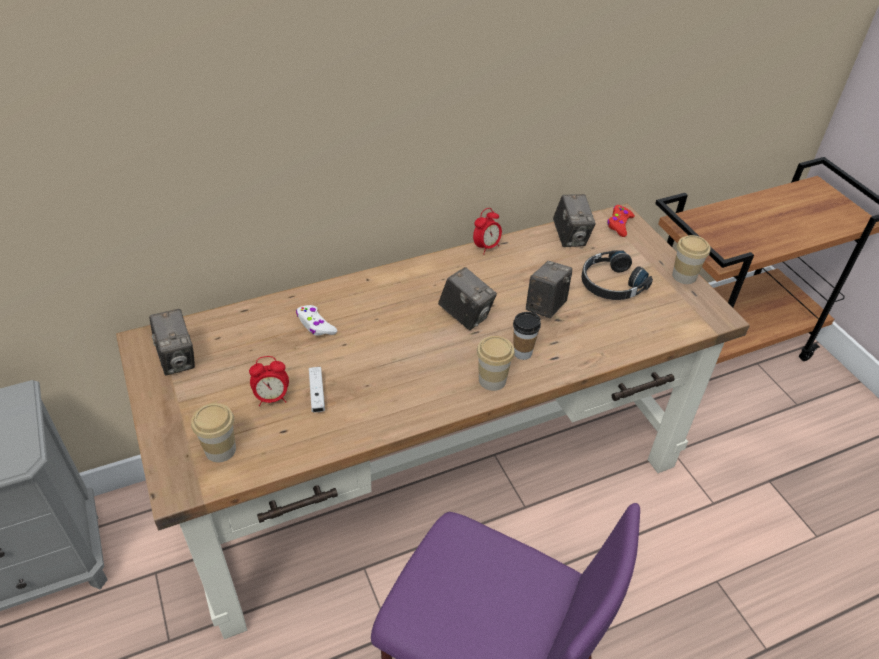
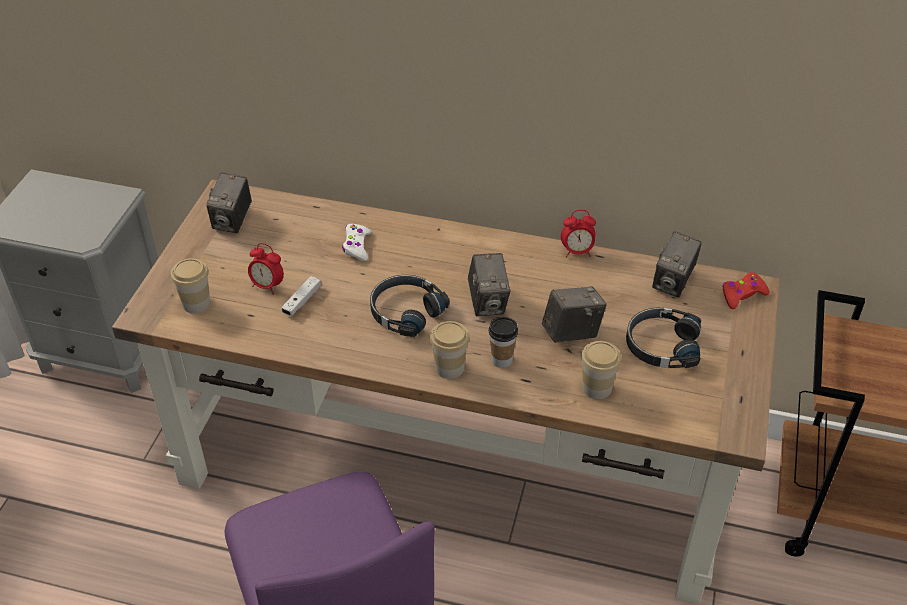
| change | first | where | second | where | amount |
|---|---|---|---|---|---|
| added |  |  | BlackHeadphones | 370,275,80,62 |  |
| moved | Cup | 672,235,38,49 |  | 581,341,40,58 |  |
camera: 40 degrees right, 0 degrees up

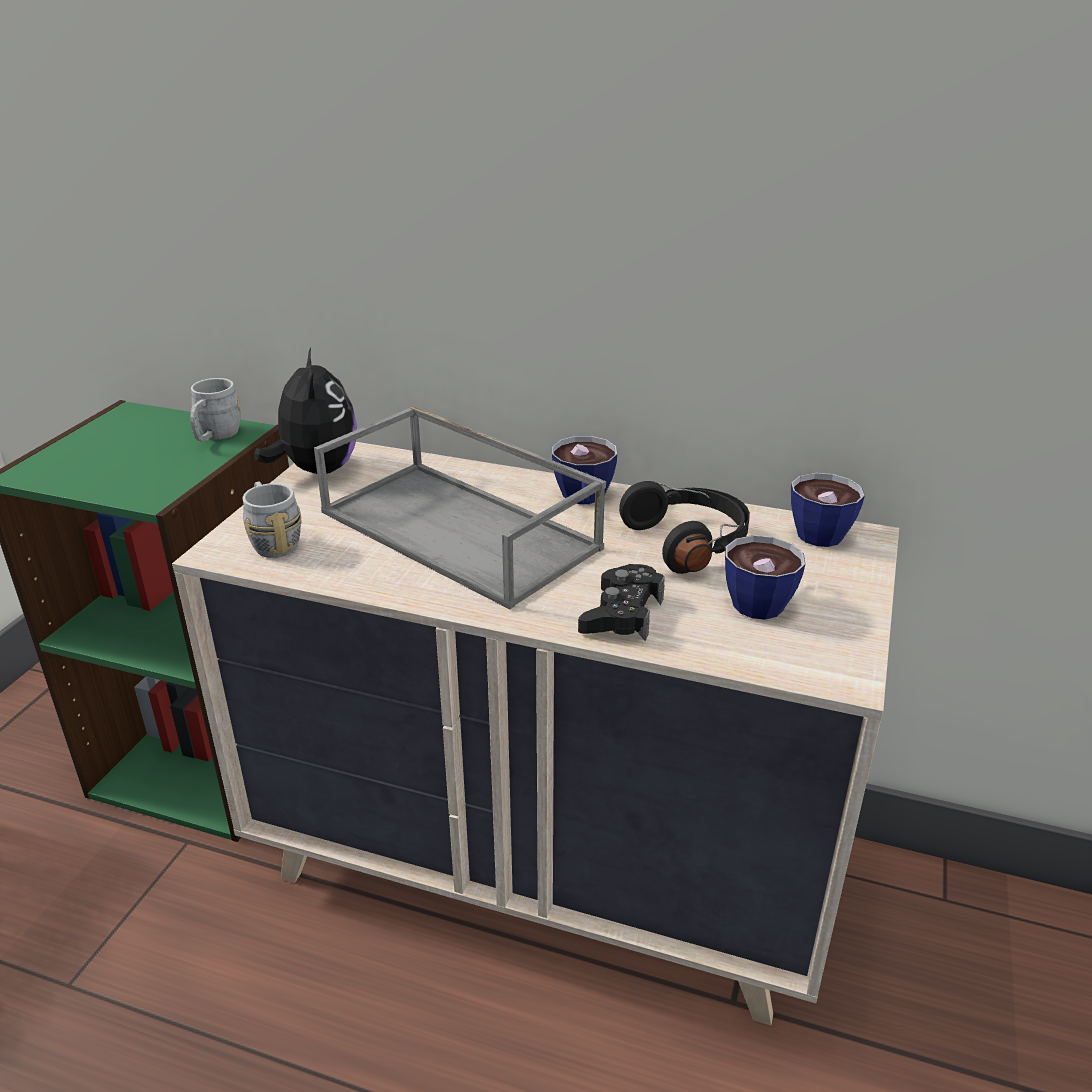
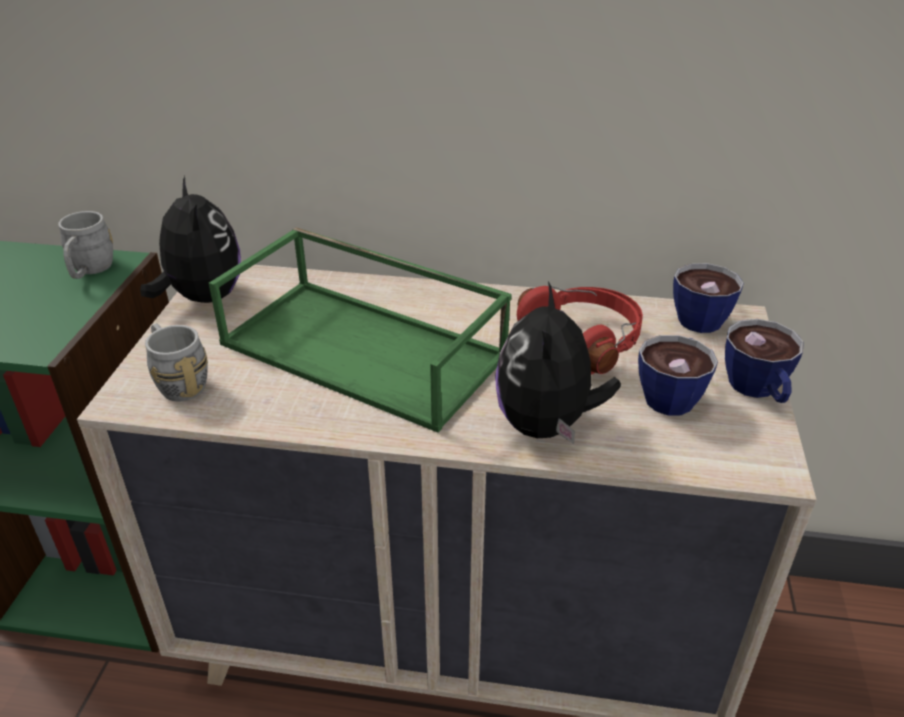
| change | first | where | second | where | amount |
|---|---|---|---|---|---|
| recoloured | GreyTray | 314,406,292,203 | GreenTray | 209,227,303,206 |  |
| replaced | BlackGameController | 578,564,87,77 | PlushToy | 495,281,126,163 |  |
| recoloured | BlackHeadphones | 619,481,131,93 | RedHeadphones | 517,286,126,88 |  |
| moved | Cup | 552,436,66,68 |  | 725,319,79,84 |  |
camera: 10 degrees left, 5 degrees up

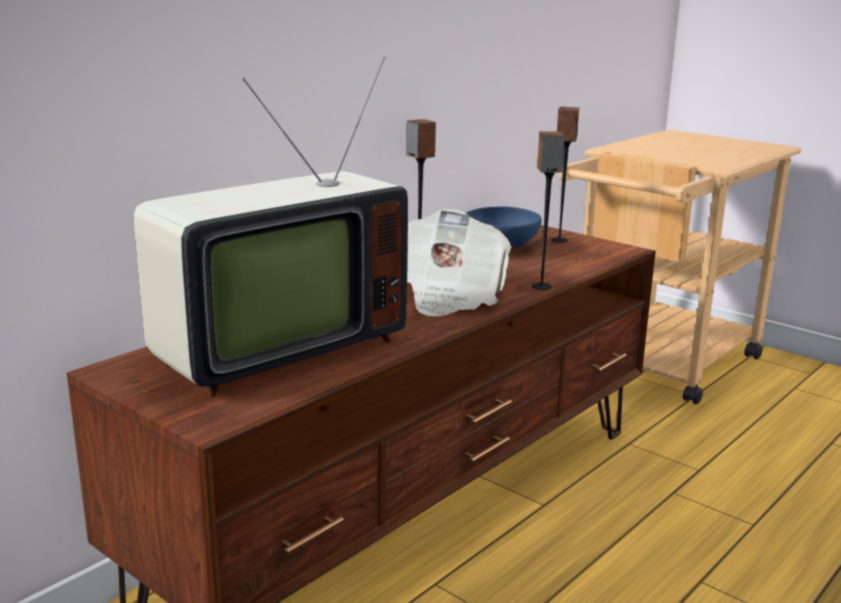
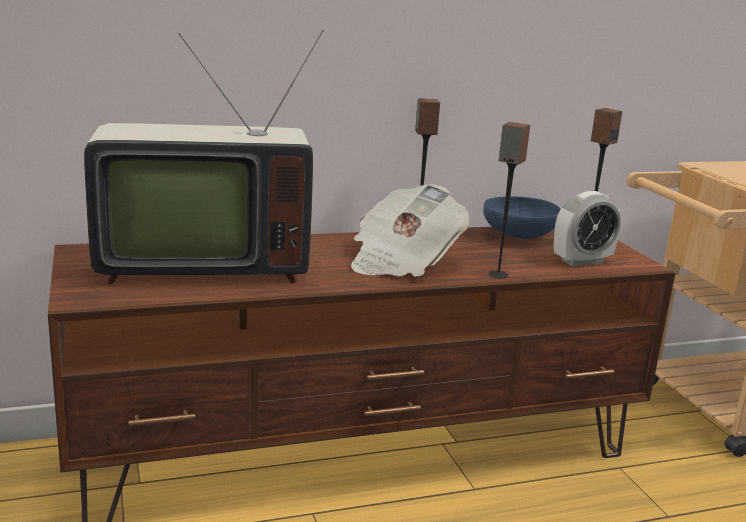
| change | first | where | second | where | amount |
|---|---|---|---|---|---|
| added |  |  | AlarmClock | 554,191,68,76 |  |
camera: 30 degrees right, 0 degrees up

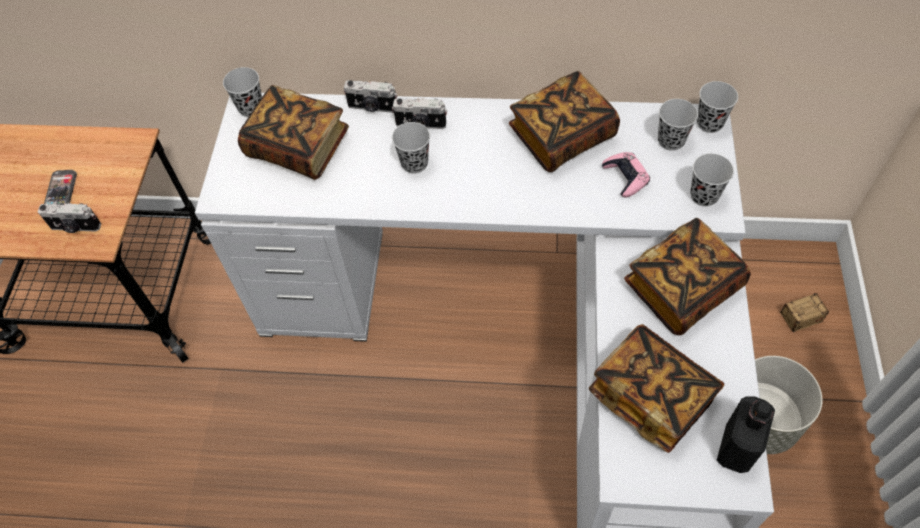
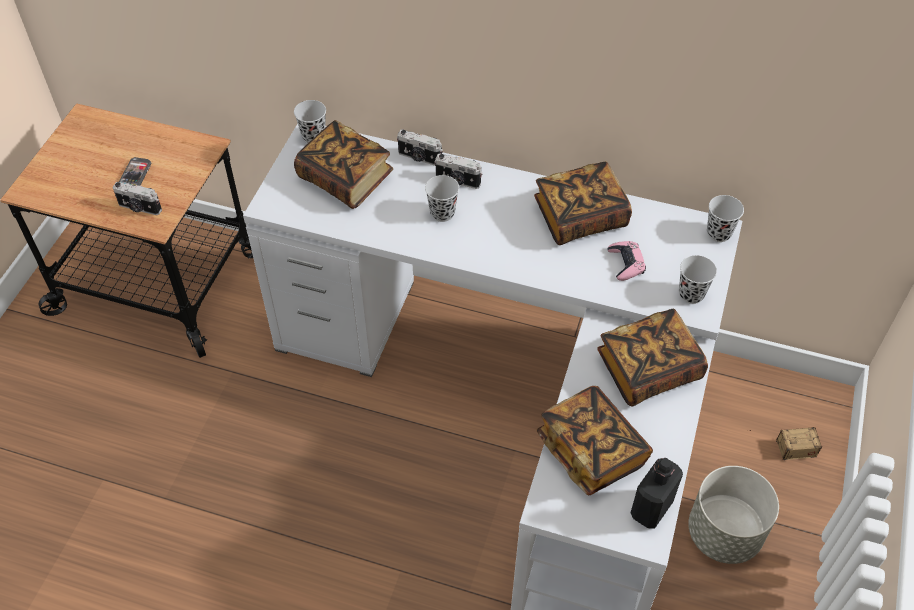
| change | first | where | second | where | amount |
|---|---|---|---|---|---|
| removed | BlackCup | 658,99,40,52 |  |  |  |
camera: 10 degrees right, 5 degrees down

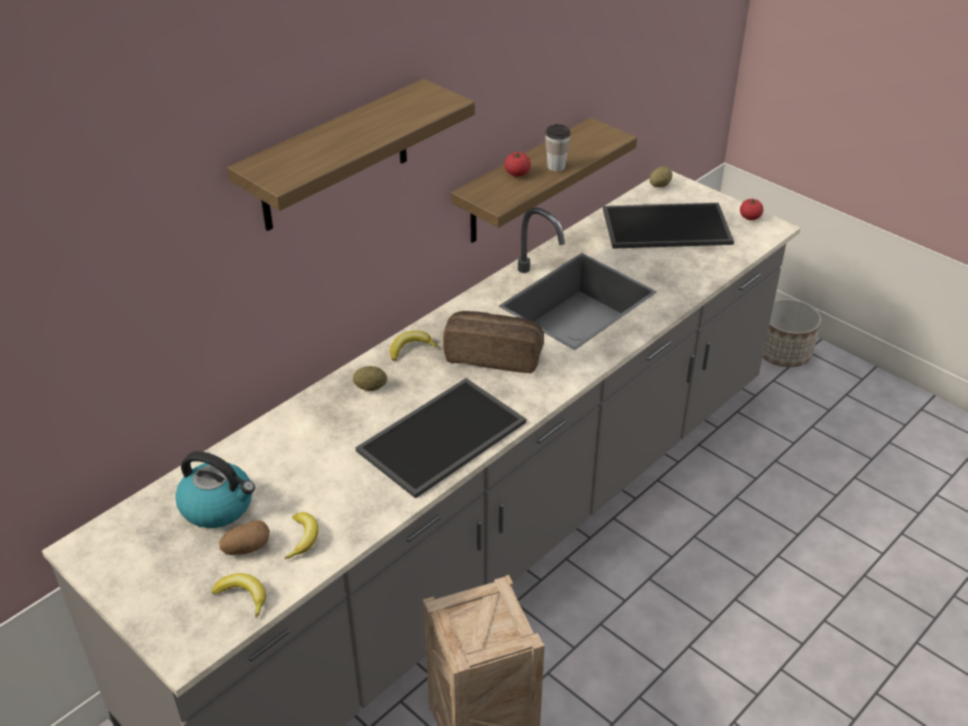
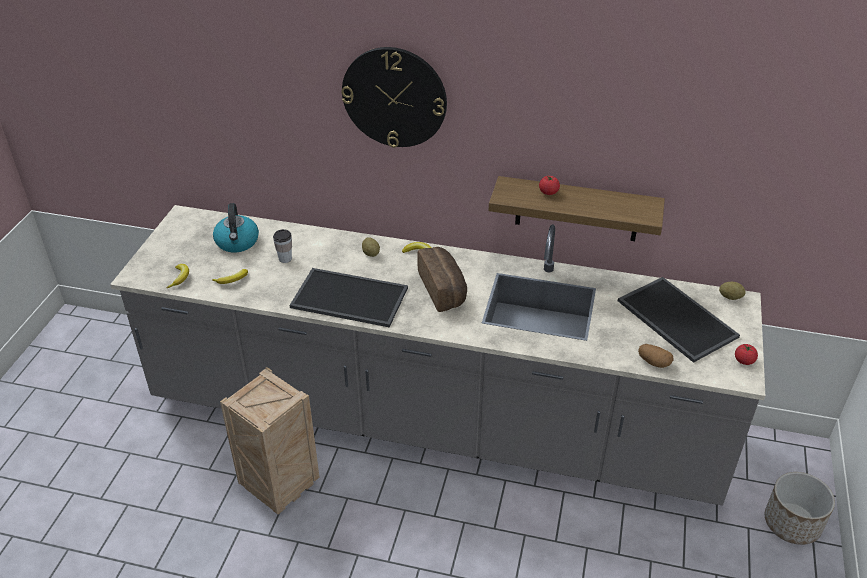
| change | first | where | second | where | amount |
|---|---|---|---|---|---|
| moved | Cup | 545,124,26,47 |  | 273,229,19,34 |  |
| replaced | Shelf | 227,79,248,152 | WallClock | 341,47,106,101 |  |
| moved | Potato | 219,520,51,35 |  | 638,344,36,24 |  |
camera: 60 degrees right, 0 degrees up

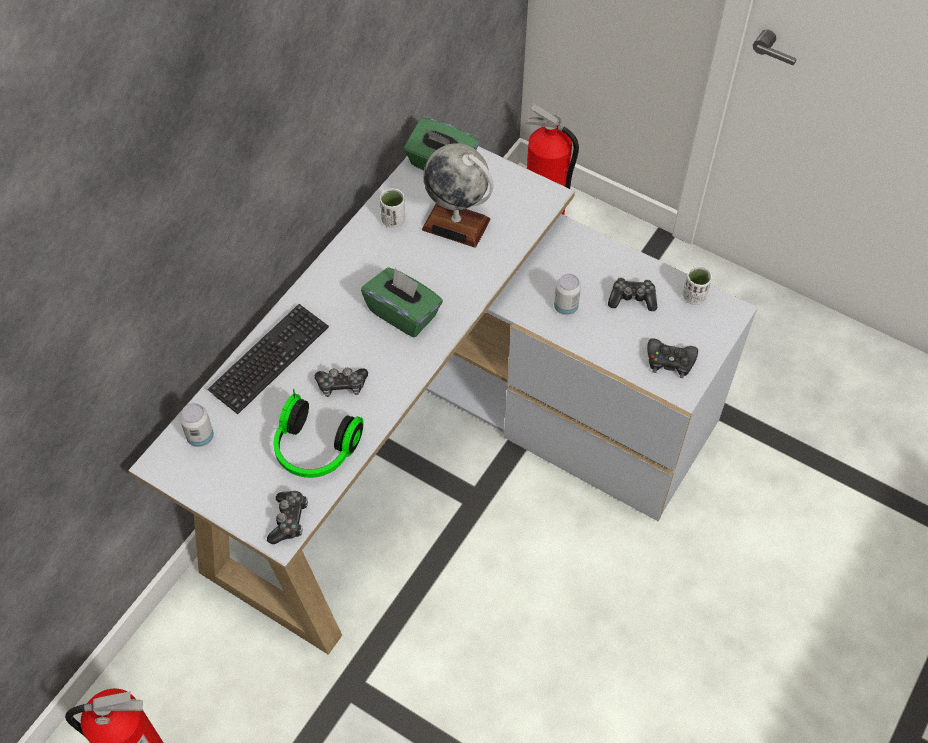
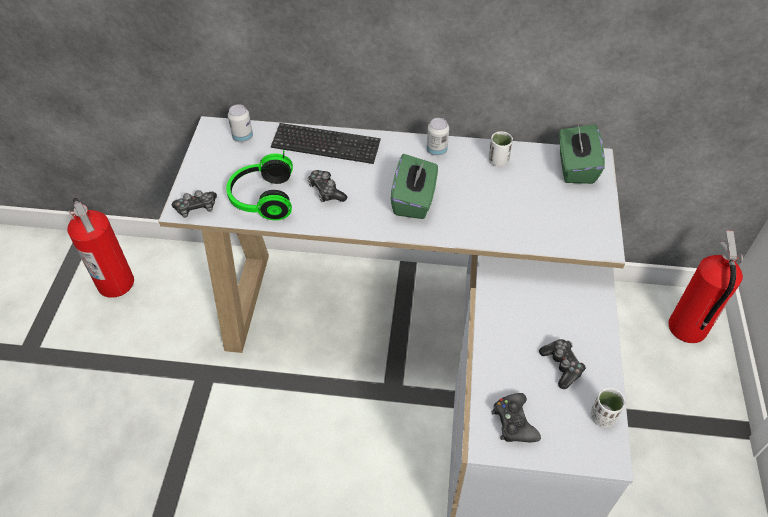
| change | first | where | second | where | amount |
|---|---|---|---|---|---|
| moved | Can | 554,274,27,41 |  | 426,118,23,38 |  |
| removed | Globe | 422,143,72,105 |  |  |  |
camera: 65 degrees right, 5 degrees down

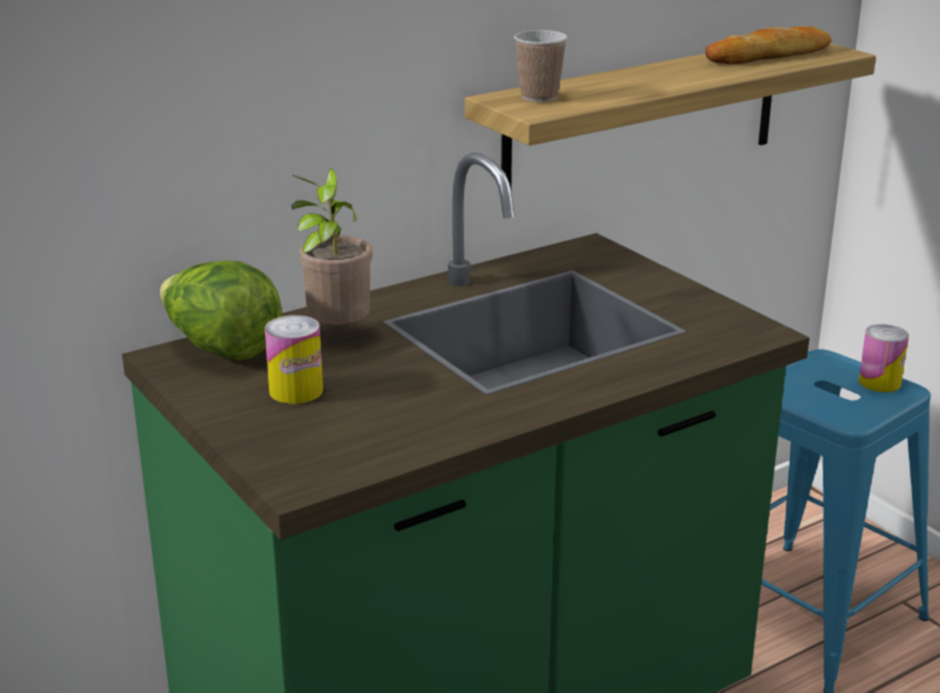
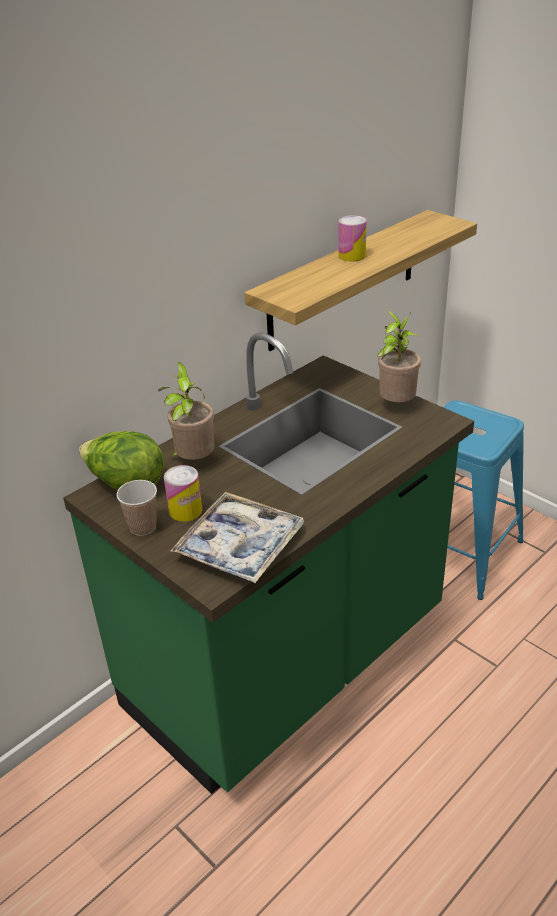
| change | first | where | second | where | amount |
|---|---|---|---|---|---|
| moved | Cup | 514,30,54,72 |  | 117,480,40,56 |  |
| added |  |  | Tray | 171,492,133,91 |  |
| moved | Can | 859,324,50,68 |  | 338,215,29,46 |  |
| added |  |  | PottedPlant | 377,310,44,92 |  |
| removed | Bread | 705,26,127,38 |  |  |  |
camera: 10 degrees left, 10 degrees up

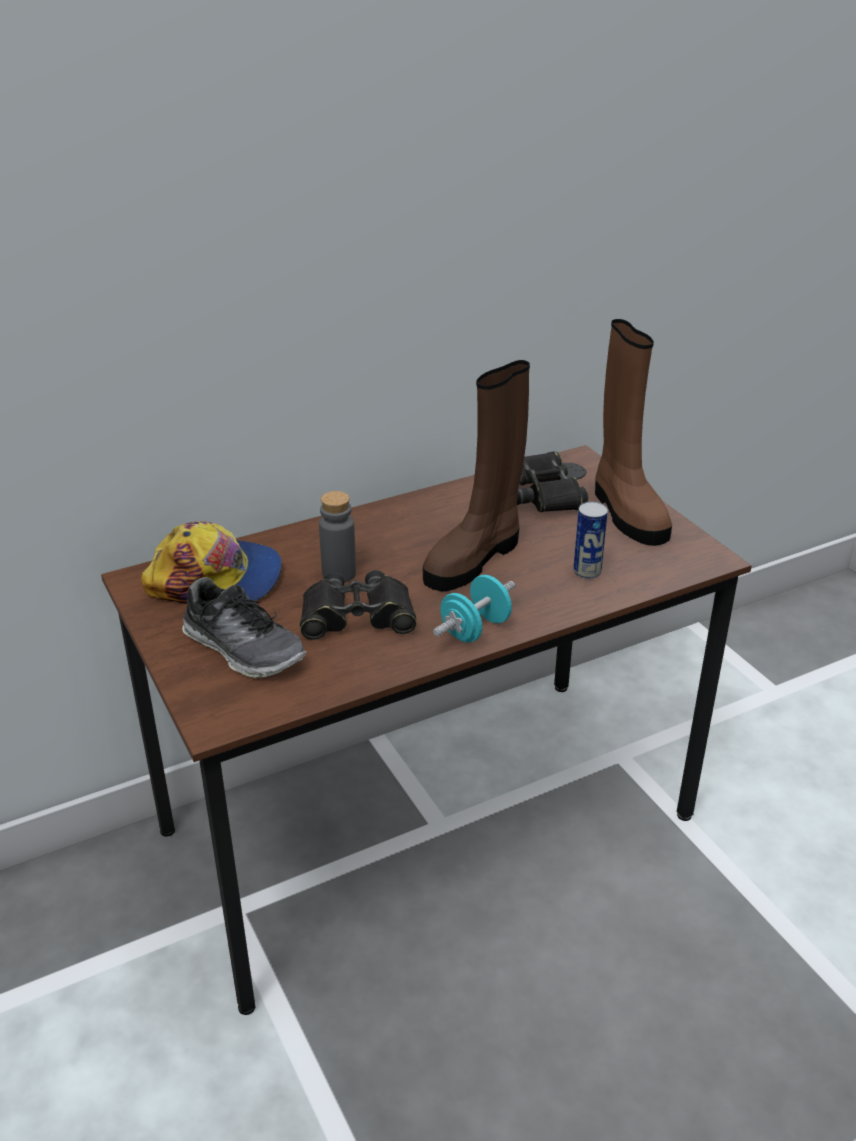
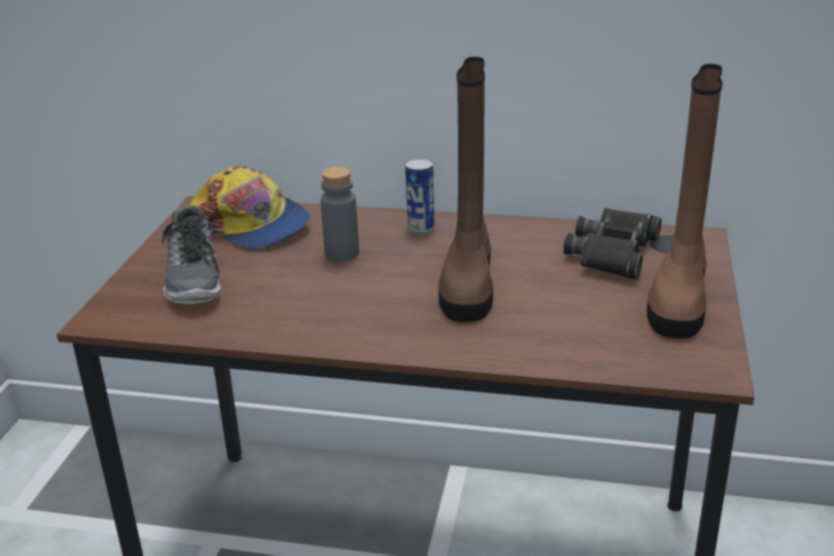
| change | first | where | second | where | amount |
|---|---|---|---|---|---|
| moved | Can | 573,502,35,77 |  | 405,158,30,77 |  |
| turned | BrownBoot | 423,360,107,231 |  | 438,57,55,265 | 75 degrees counterclockwise |
| removed | BlackBinoculars | 300,570,117,70 |  |  |  |
| removed | TurquoiseDumbbell | 433,575,82,68 |  |  |  |
camera: 40 degrees right, 5 degrees down

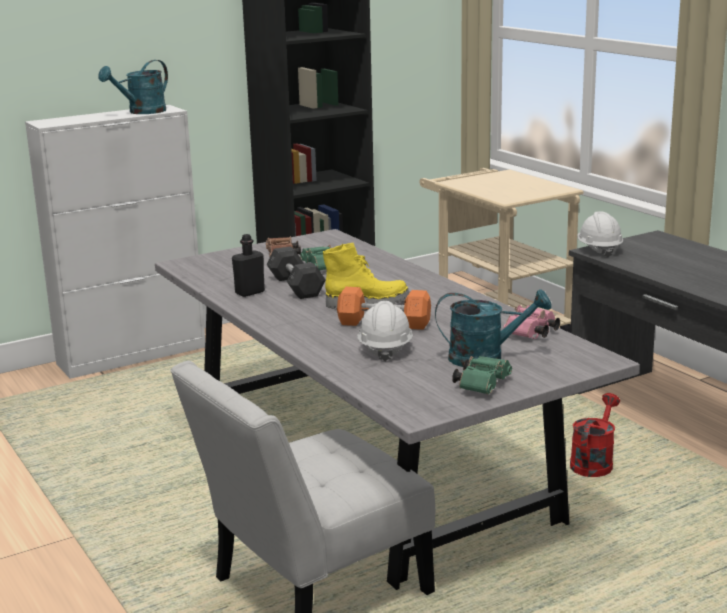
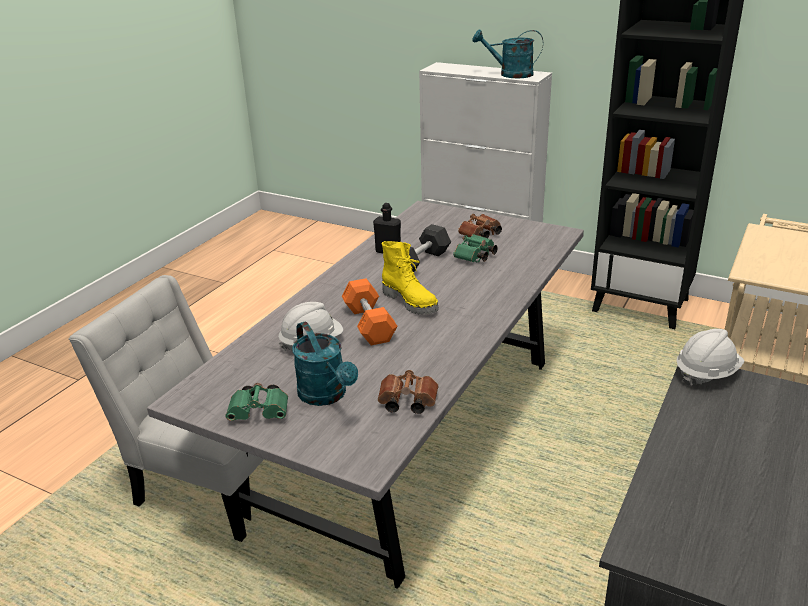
| change | first | where | second | where | amount |
|---|---|---|---|---|---|
| recoloured | PinkBinoculars | 503,305,57,34 | BrownBinoculars | 378,370,61,44 |  |
| removed | RedWateringCan | 570,393,50,84 |  |  |  |
camera: 60 degrees right, 10 degrees up

